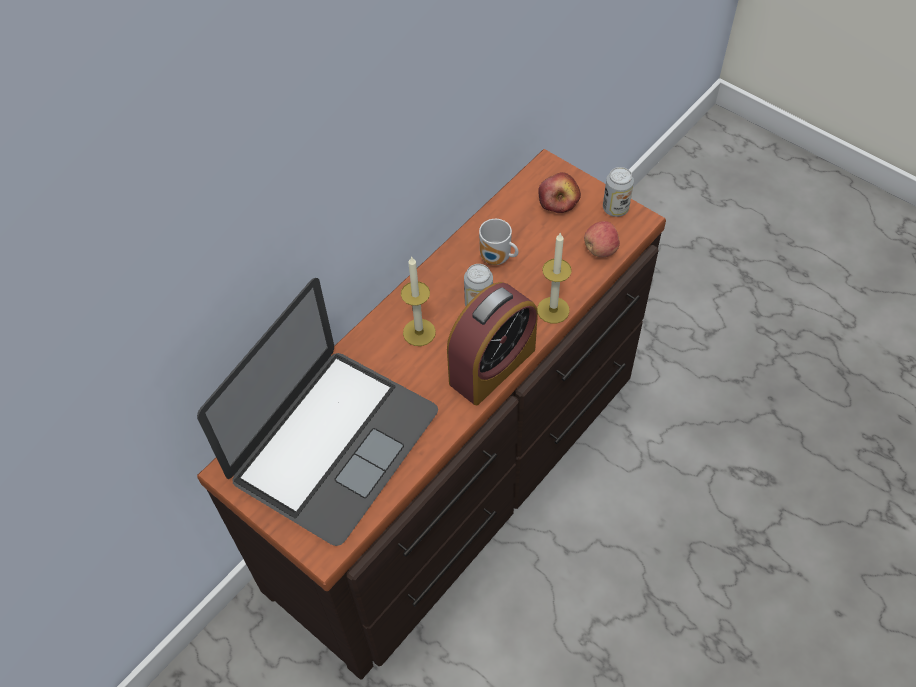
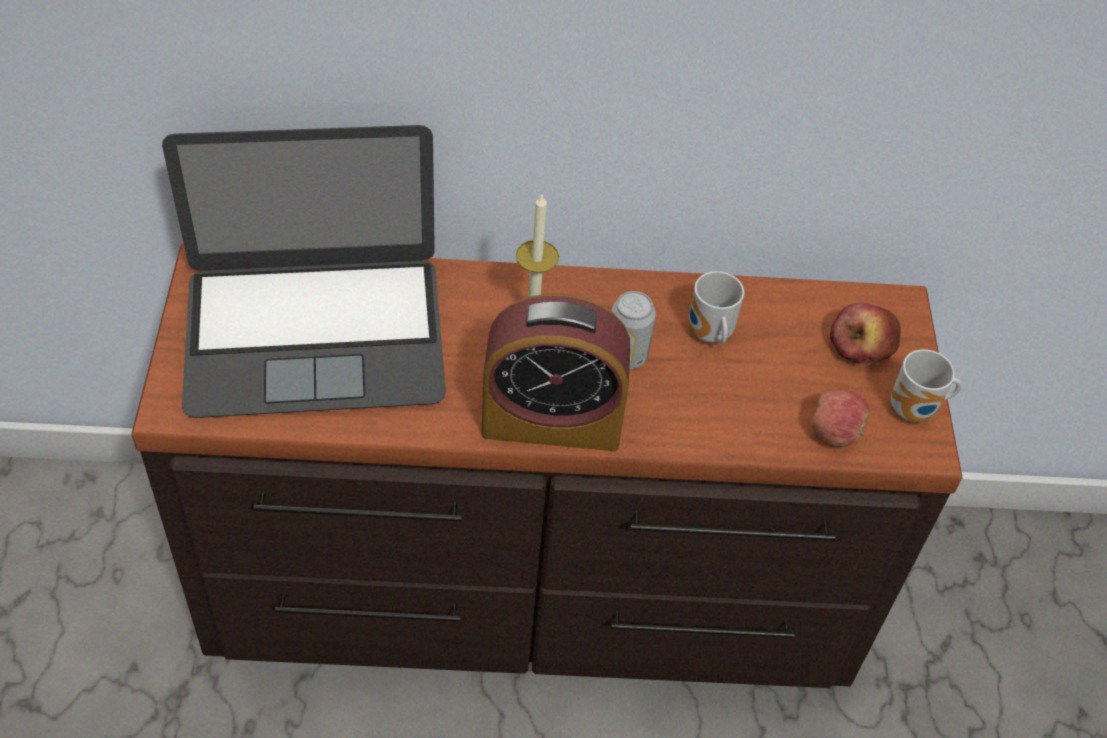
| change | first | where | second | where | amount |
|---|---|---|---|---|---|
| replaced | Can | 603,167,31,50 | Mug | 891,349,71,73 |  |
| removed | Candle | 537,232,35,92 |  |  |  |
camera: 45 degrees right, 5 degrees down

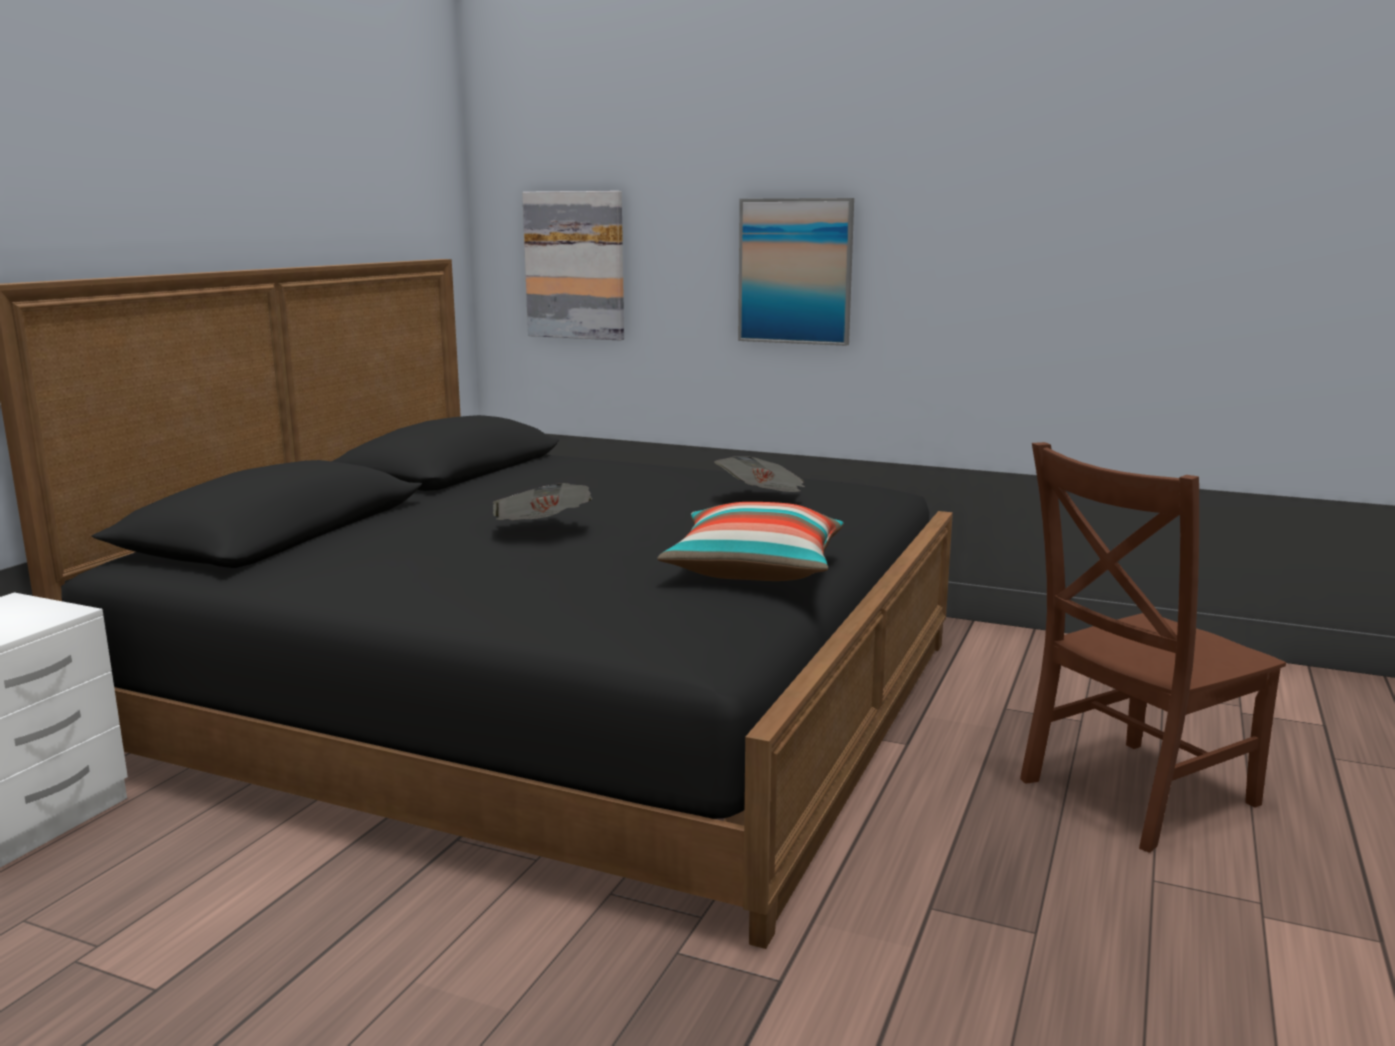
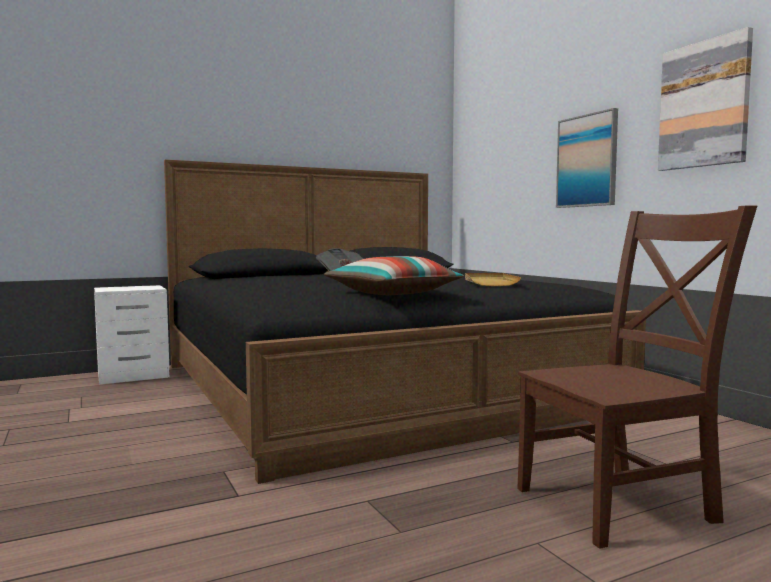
| change | first | where | second | where | amount |
|---|---|---|---|---|---|
| replaced | Newspaper | 714,456,91,36 | BeigeTray | 465,273,57,13 |  |
| turned | BrownChair | 1020,442,266,411 |  | 517,206,240,343 | 150 degrees clockwise |
| moved | Picture | 522,191,102,149 |  | 658,27,95,144 |  |
camera: 40 degrees right, 10 degrees down

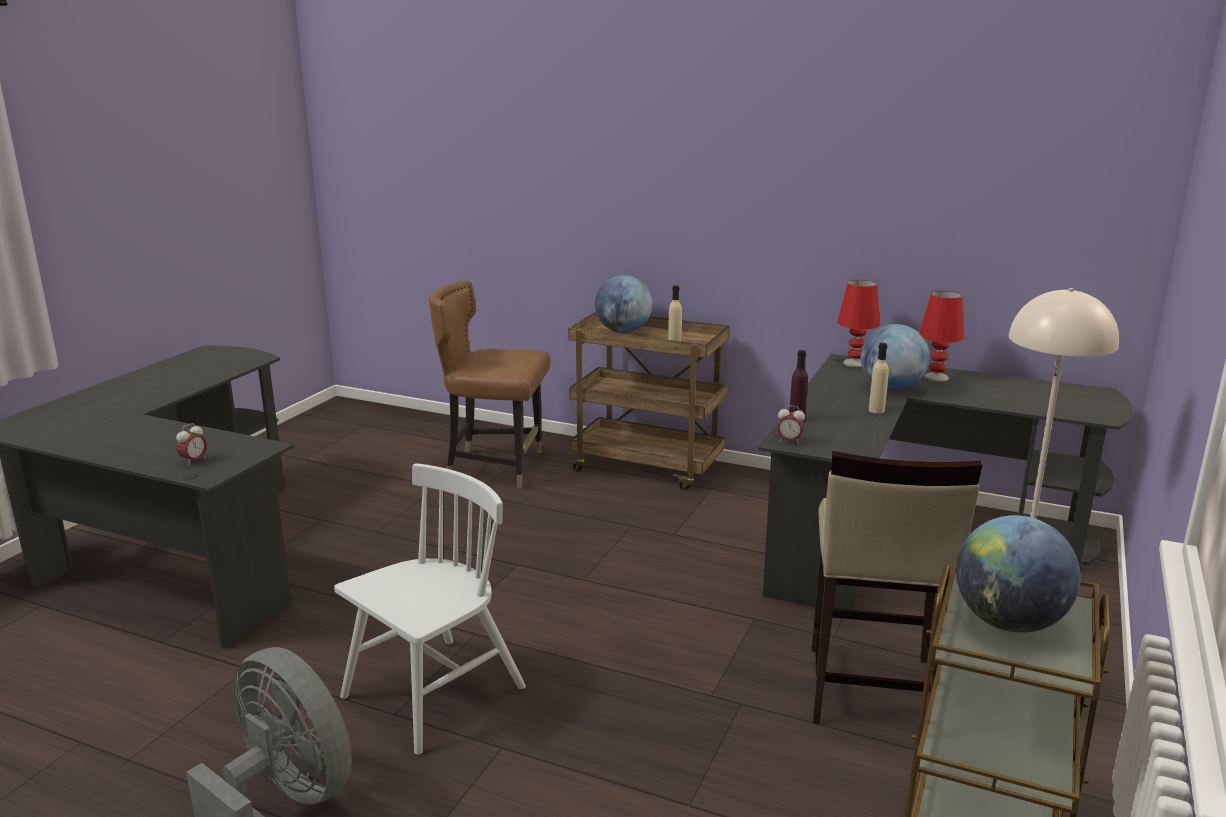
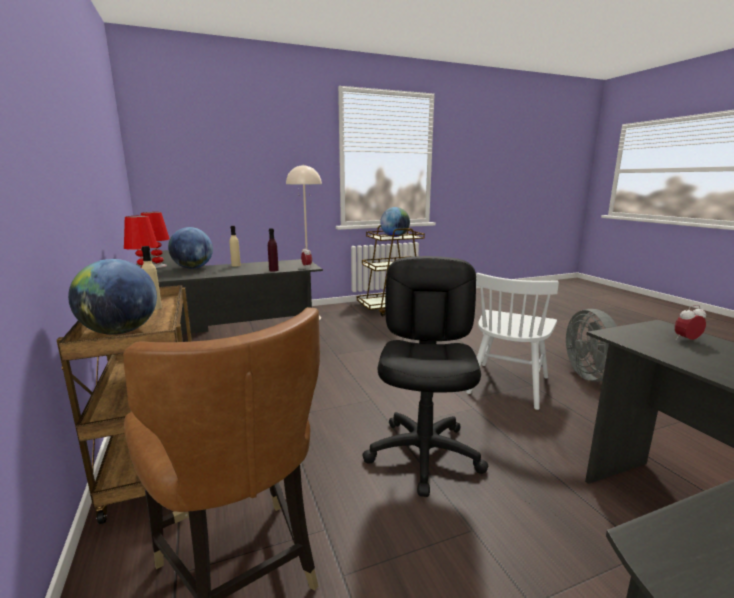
| change | first | where | second | where | amount |
|---|---|---|---|---|---|
| added |  |  | BlackOfficeChair | 362,256,126,241 |  |
| turned | WhiteChair | 334,463,192,292 |  | 466,273,93,137 | 60 degrees counterclockwise |
| removed | BeigeStool | 811,451,171,273 |  |  |  |
camera: 135 degrees left, 5 degrees down

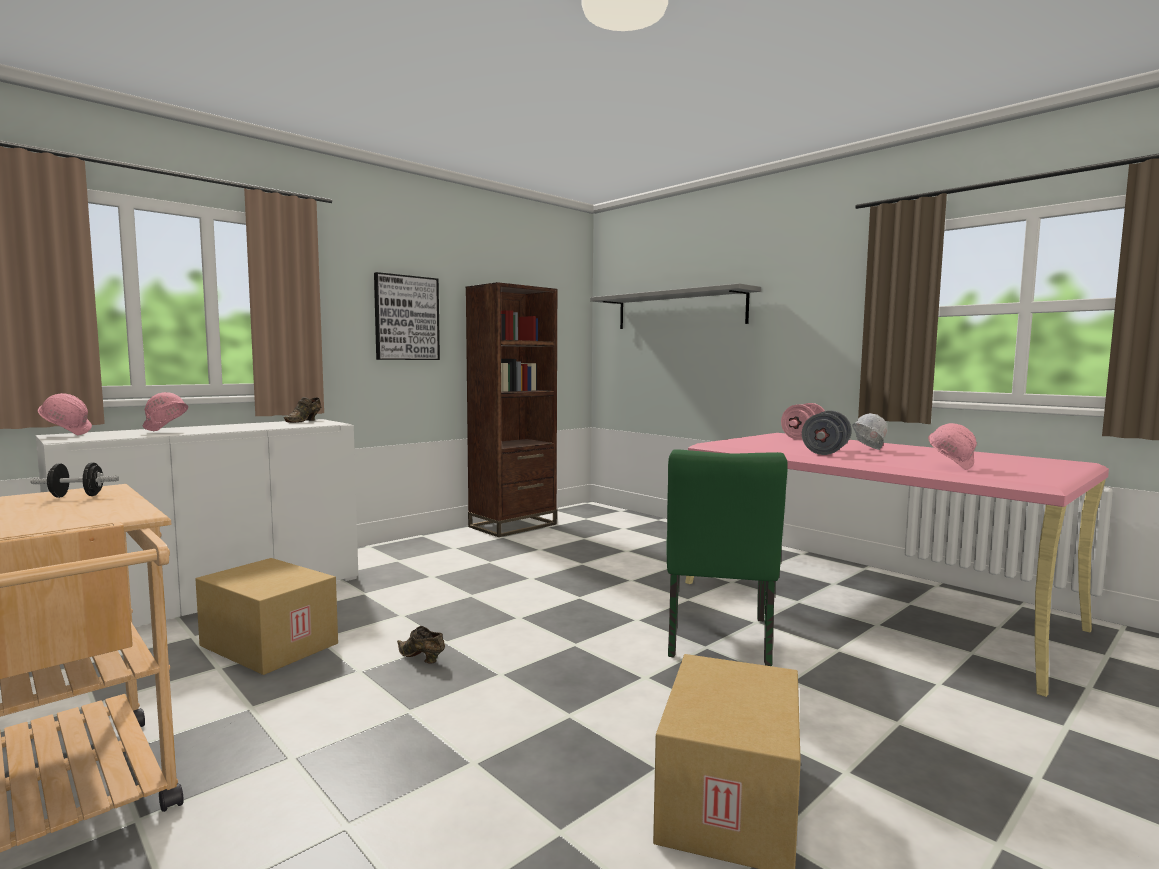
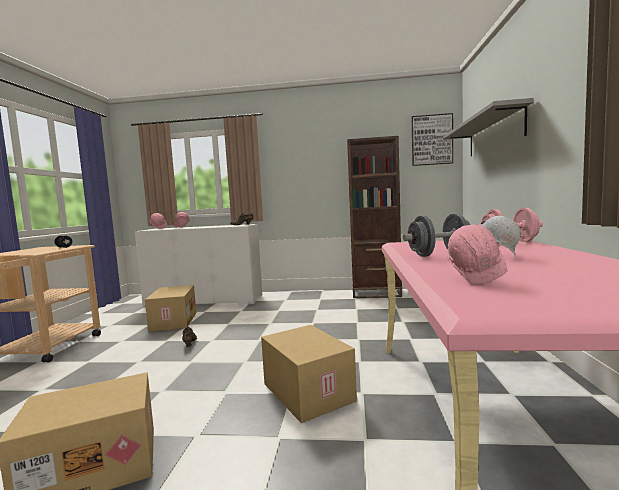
| change | first | where | second | where | amount |
|---|---|---|---|---|---|
| replaced | GreenChair | 666,449,122,217 | CardboardBox | 261,325,96,98 |  |
| moved | Picture | 374,272,66,88 |  | 412,113,41,53 |  |
camera: 50 degrees right, 0 degrees up

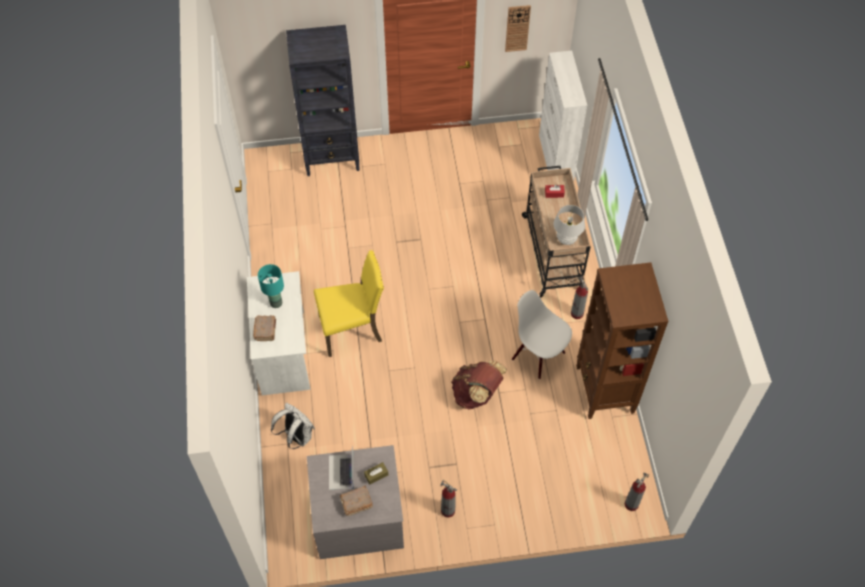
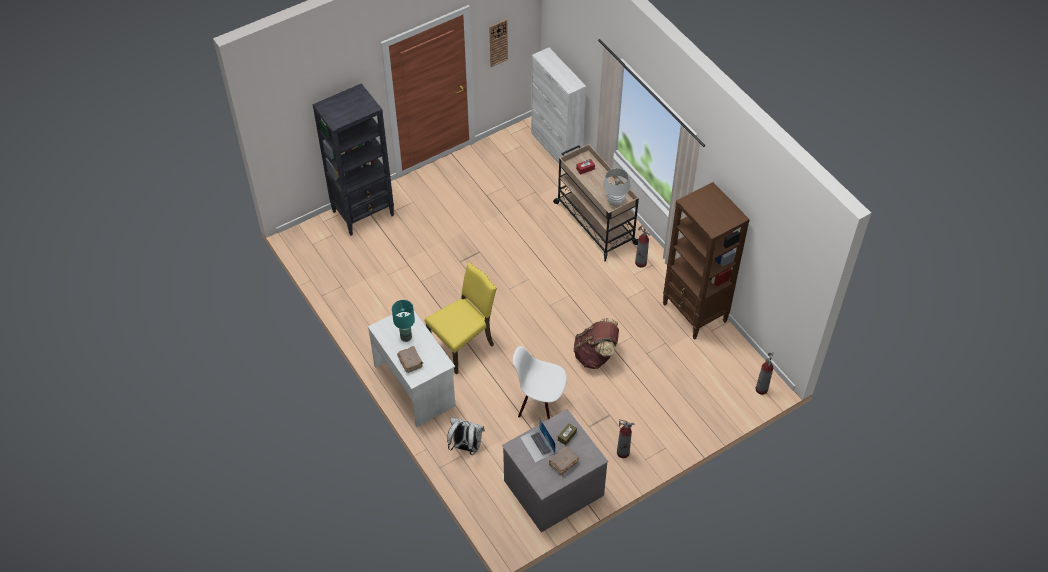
| change | first | where | second | where | amount |
|---|---|---|---|---|---|
| moved | WhiteChair | 512,290,60,89 |  | 513,346,54,73 |  |
camera: 25 degrees left, 5 degrees down

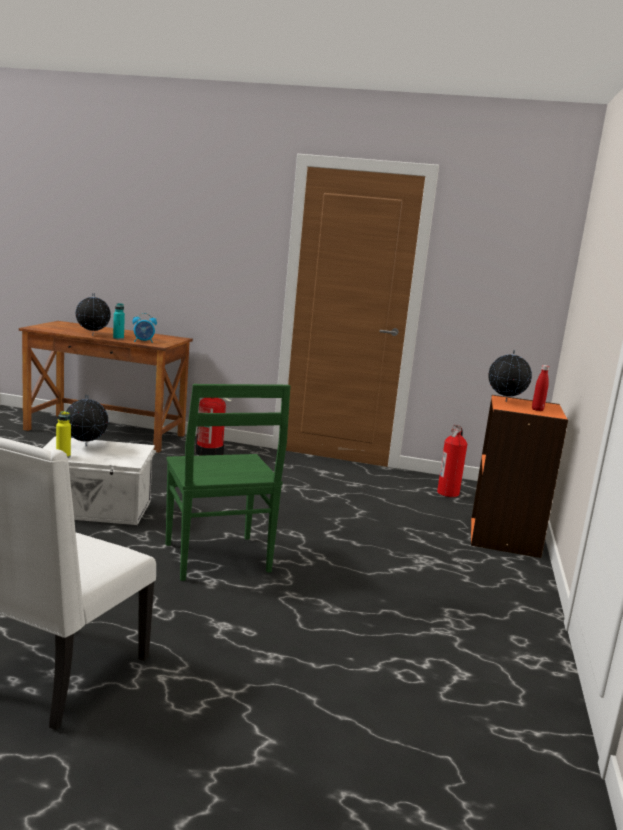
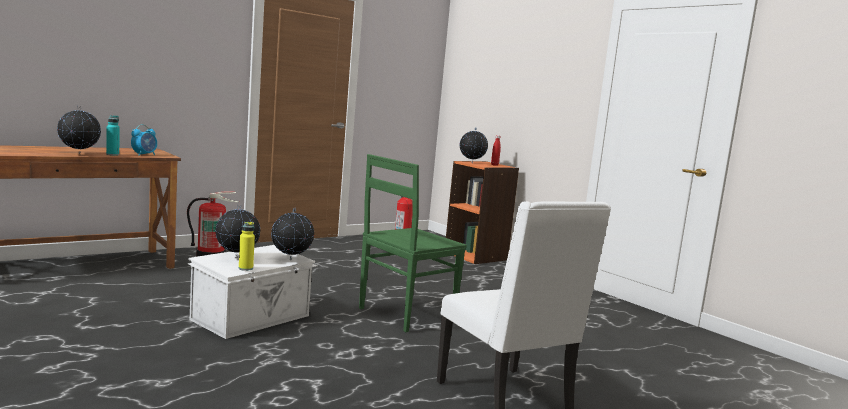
| change | first | where | second | where | amount |
|---|---|---|---|---|---|
| added |  |  | Globe | 271,208,43,52 |  |
| turned | GreenChair | 166,384,125,197 |  | 359,154,108,178 | 120 degrees clockwise |
camera: 50 degrees left, 5 degrees down

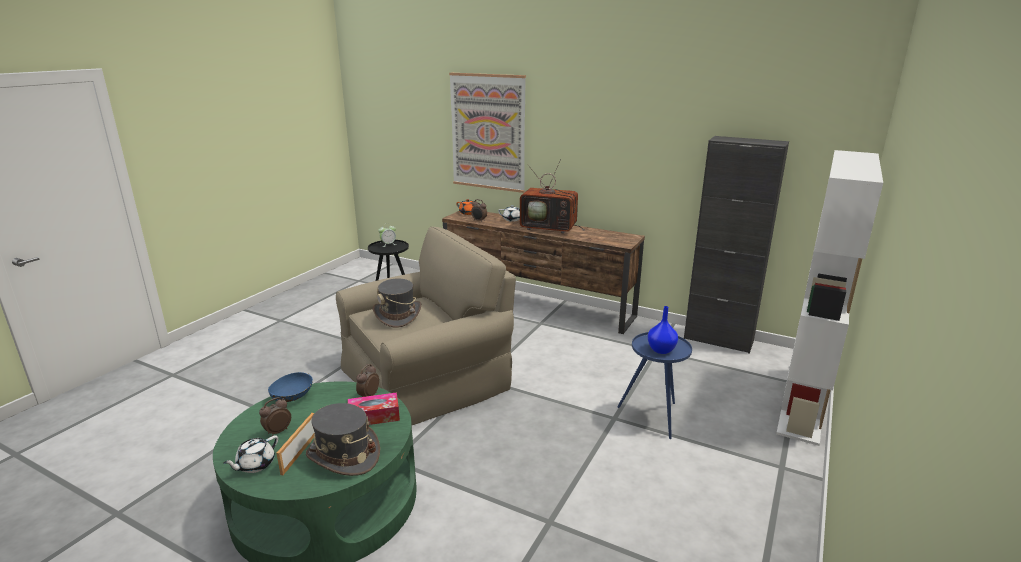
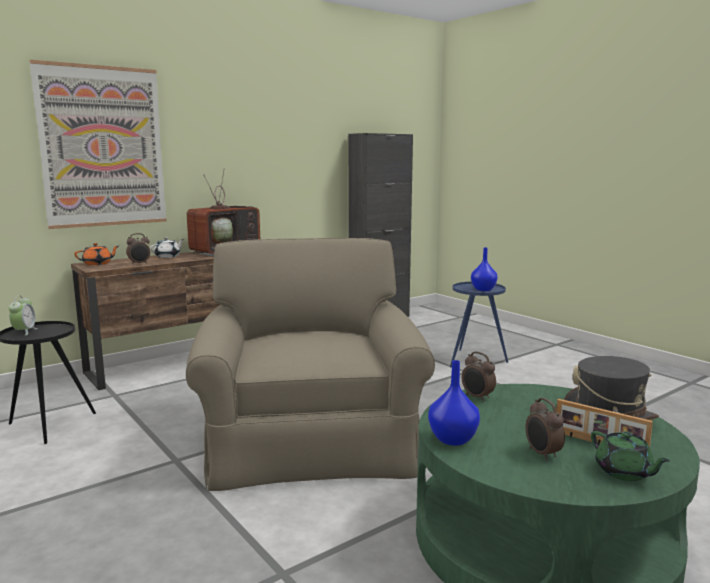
| change | first | where | second | where | amount |
|---|---|---|---|---|---|
| replaced | BlueBowl | 268,372,45,30 | BlueVase | 428,360,52,86 |  |
| recoloured | WhiteTeapot | 223,435,55,38 | GreenTeapot | 591,431,79,50 |  |
| removed | TissueBox | 348,392,52,33 |  |  |  |
| removed | GreyHat | 373,279,48,49 |  |  |  |
| removed | WhiteBookcase | 776,150,107,296 |  |  |  |
camera: 65 degrees left, 10 degrees down

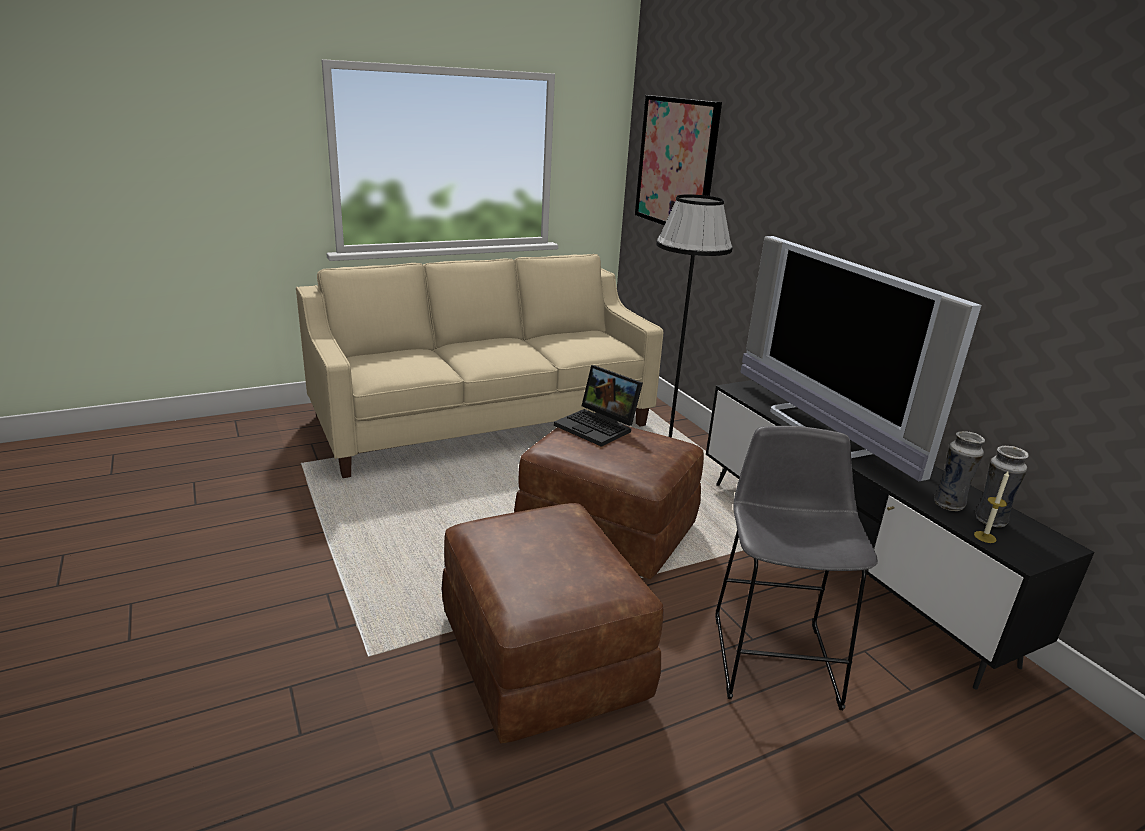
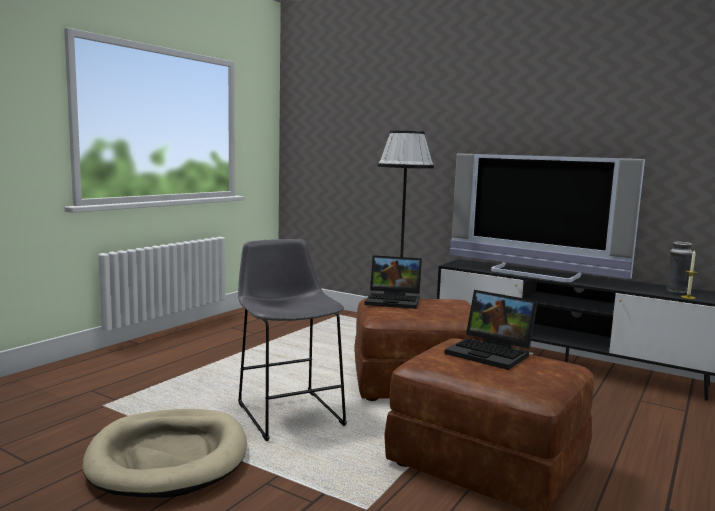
| change | first | where | second | where | amount |
|---|---|---|---|---|---|
| added |  |  | BeigeDogBed | 82,409,165,88 |  |
| moved | GreyStool | 715,426,163,284 |  | 238,239,109,202 |  |
| added |  |  | Laptop | 445,290,93,80 |  |
| removed | BeigeSofa | 296,254,367,224 |  |  |  |
| removed | Picture | 635,95,87,131 |  |  |  |
| removed | Vase | 934,431,51,80 |  |  |  |
camera: 30 degrees left, 15 degrees down

